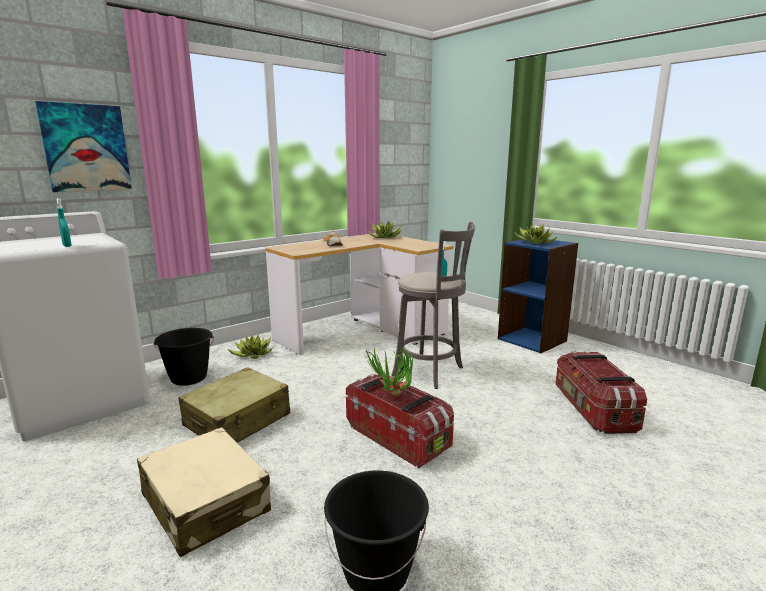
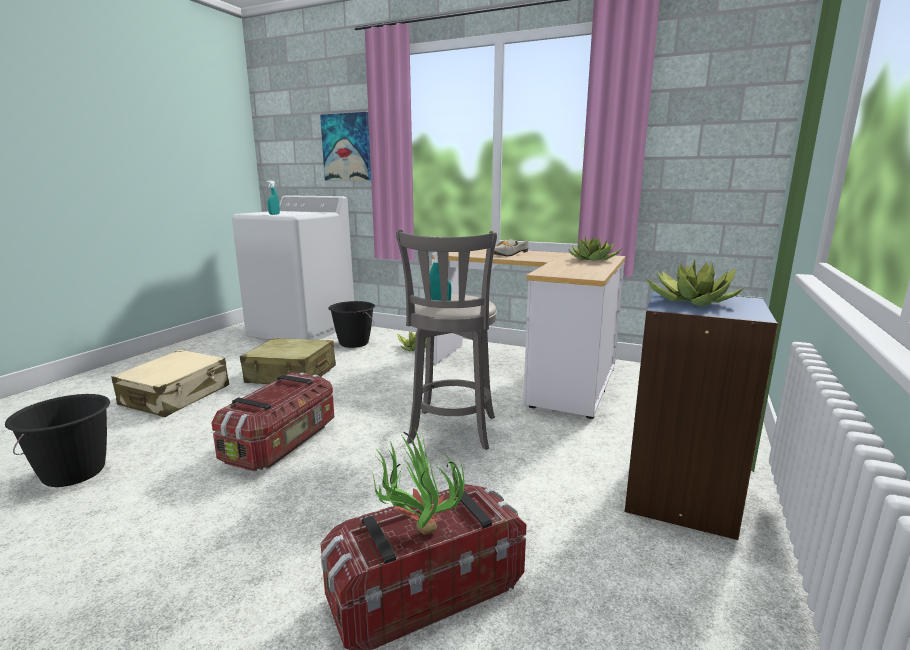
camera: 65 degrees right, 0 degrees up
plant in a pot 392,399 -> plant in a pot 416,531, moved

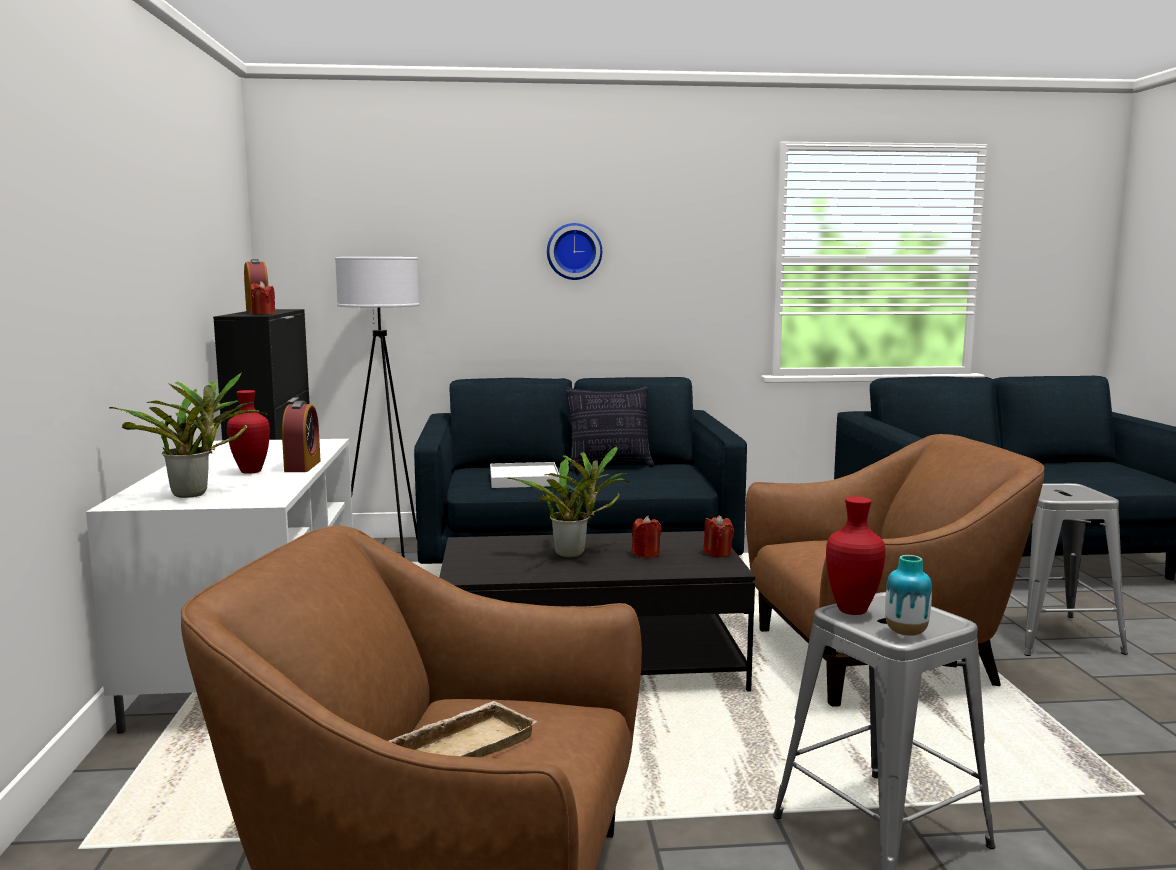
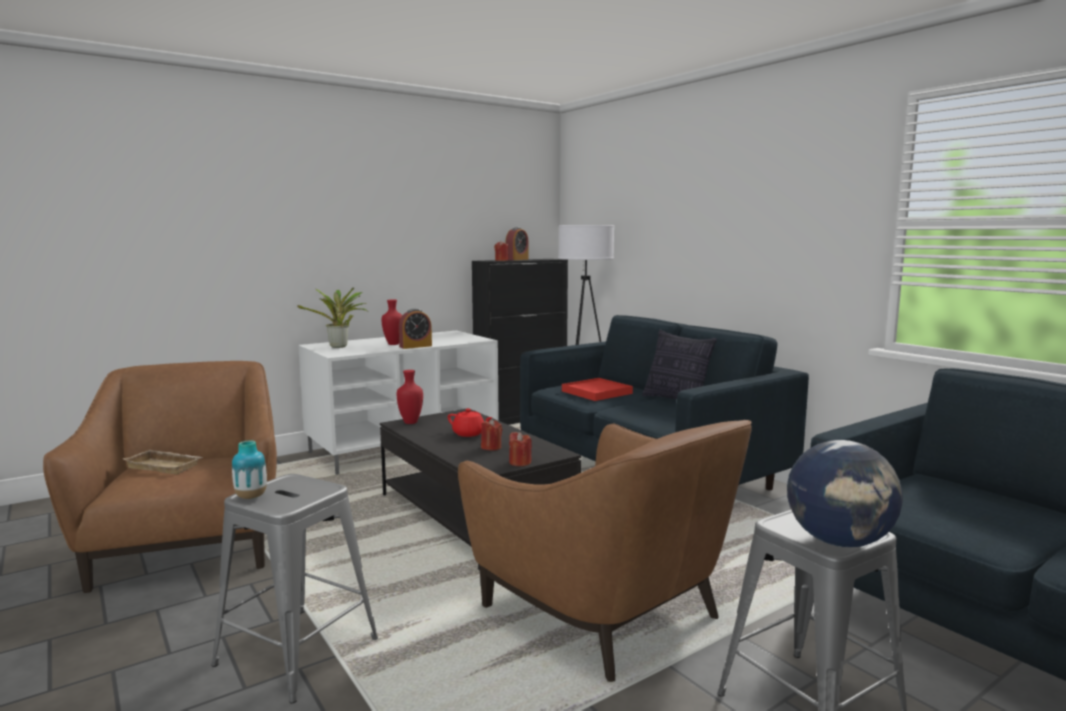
camera: 60 degrees right, 0 degrees up
wall clock 574,251 -> none
plant in a pot 574,554 -> red teapot 469,434
white serving tray 524,479 -> red serving tray 597,392
red vase 850,611 -> red vase 410,422, moved
none -> desk globe 839,542

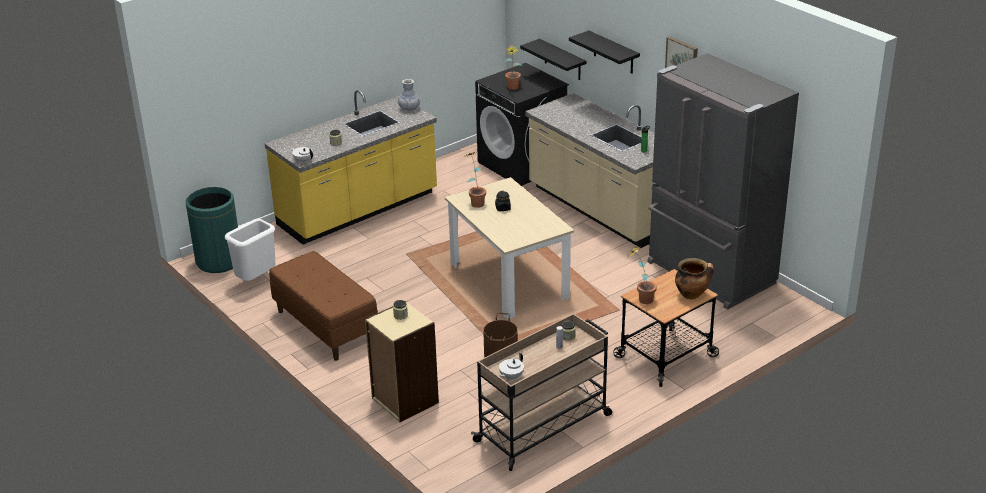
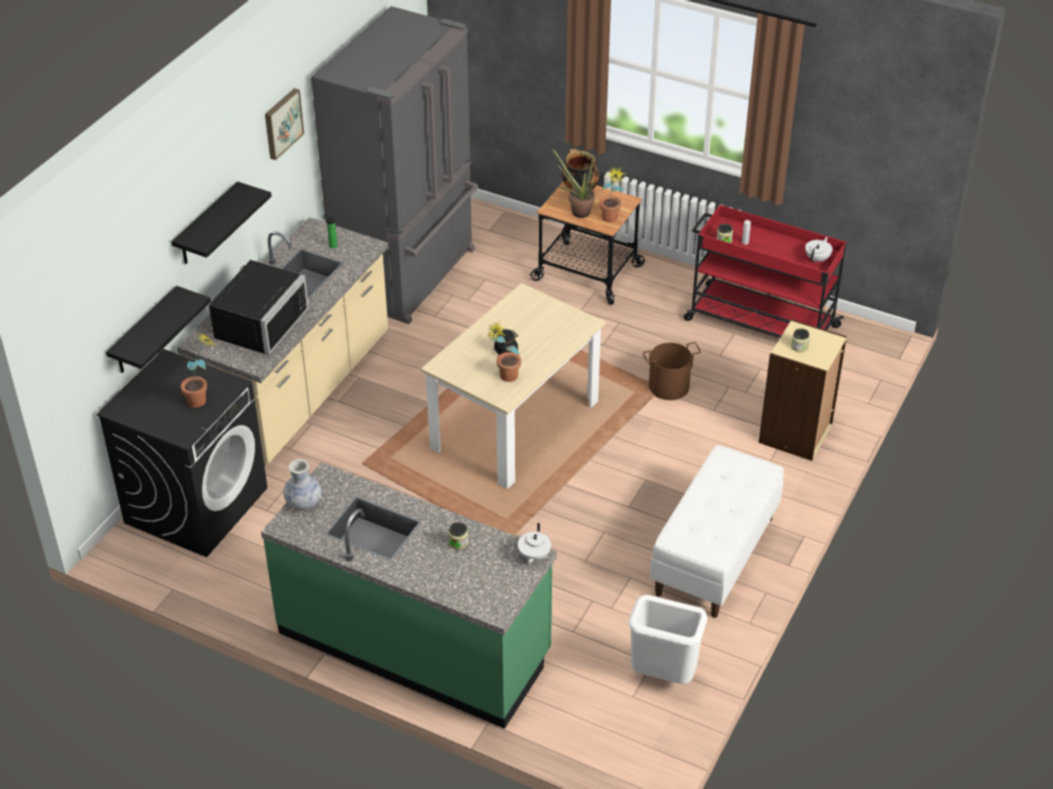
camera: 115 degrees left, 10 degrees up
yellowish counter 358,210 -> greenish counter 415,643
greenish waste bin 219,261 -> none
brown indoor bench 325,326 -> white indoor bench 715,556
beige trolley 544,427 -> red trolley 759,323
white teapot 511,377 -> white teapot 817,259, 75 degrees counterclockwise
none -> plant in a pot 577,211
none -> black microwave 256,323

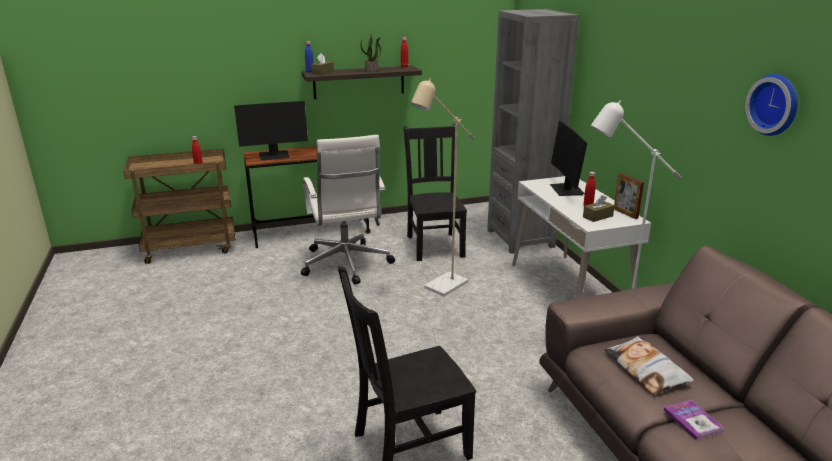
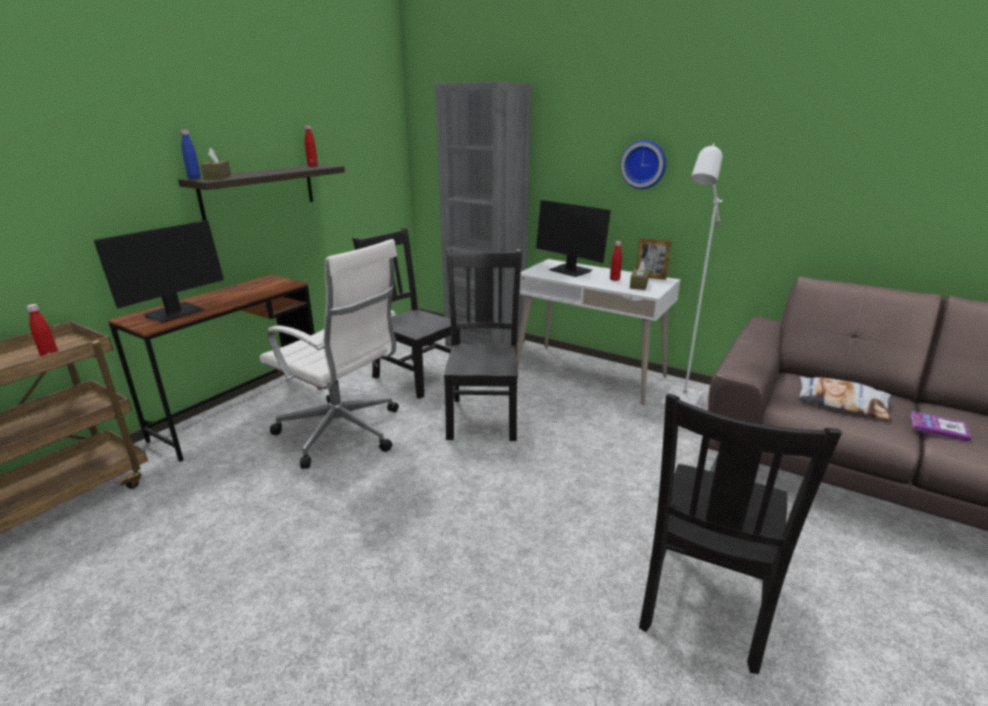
camera: 40 degrees left, 0 degrees up
plant in a pot 371,70 -> none
wall clock 775,104 -> wall clock 644,164, moved
beige standing lamp 441,288 -> black chair 483,416

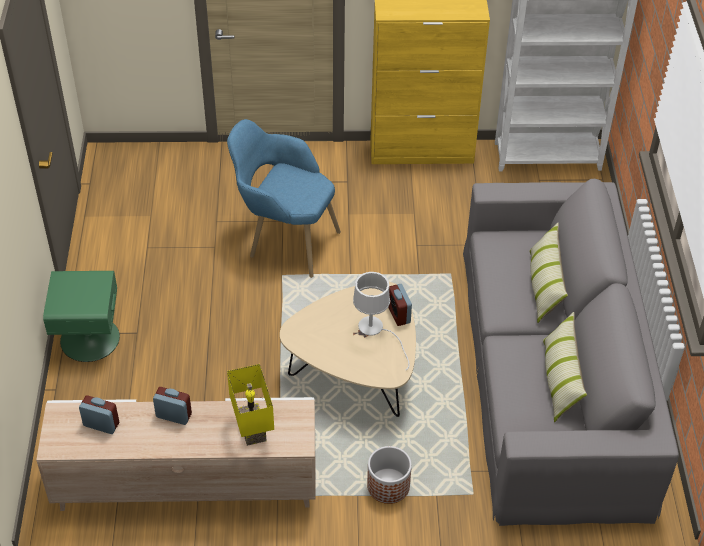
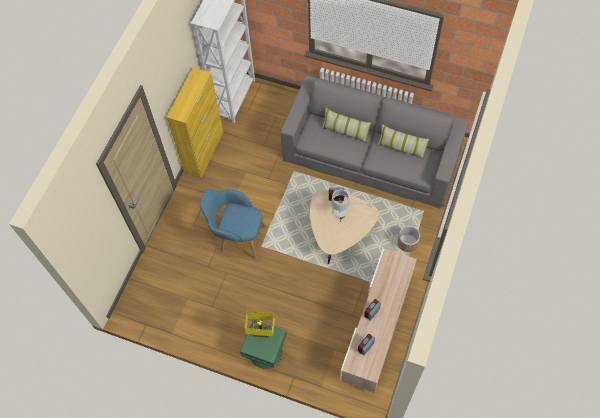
camera: 65 degrees left, 15 degrees up
blue easy chair 284,241 -> blue easy chair 237,238, 60 degrees clockwise
yellowish lamp for a table 251,430 -> yellowish lamp for a table 261,333, moved

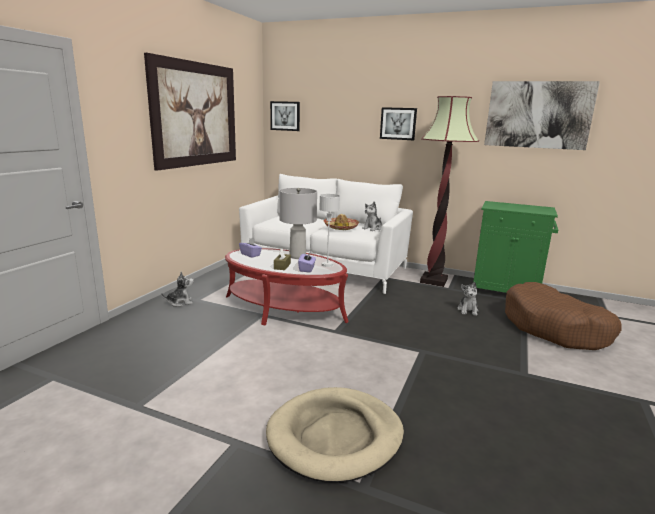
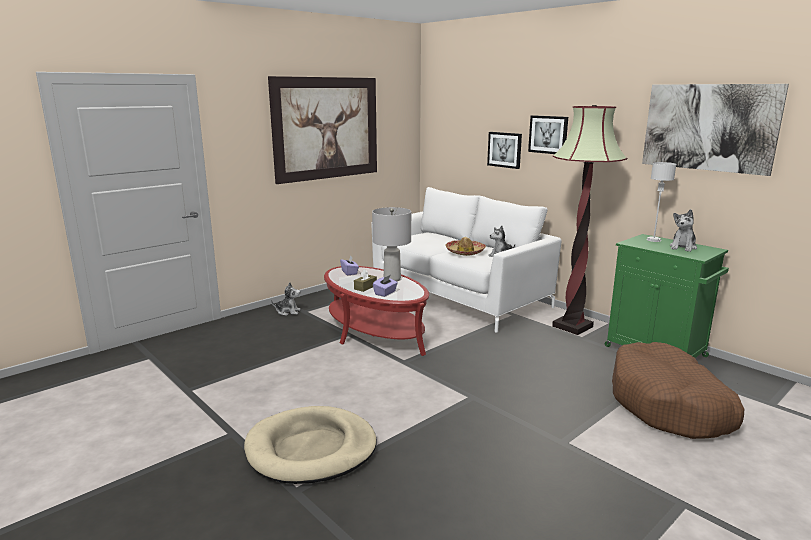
camera: 25 degrees right, 0 degrees up
picture 285,116 -> picture 505,149, moved
grey lamp for a table 327,265 -> grey lamp for a table 653,240, moved
plush toy 468,310 -> plush toy 683,247, moved

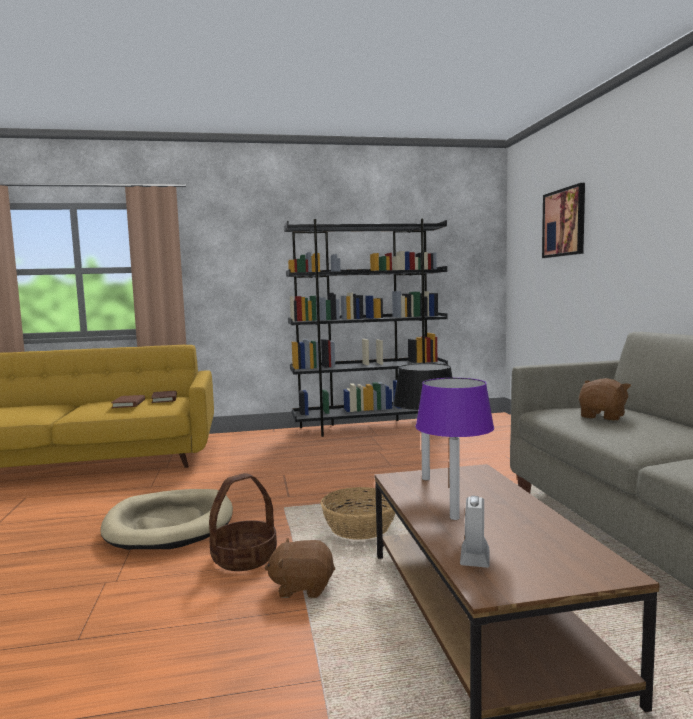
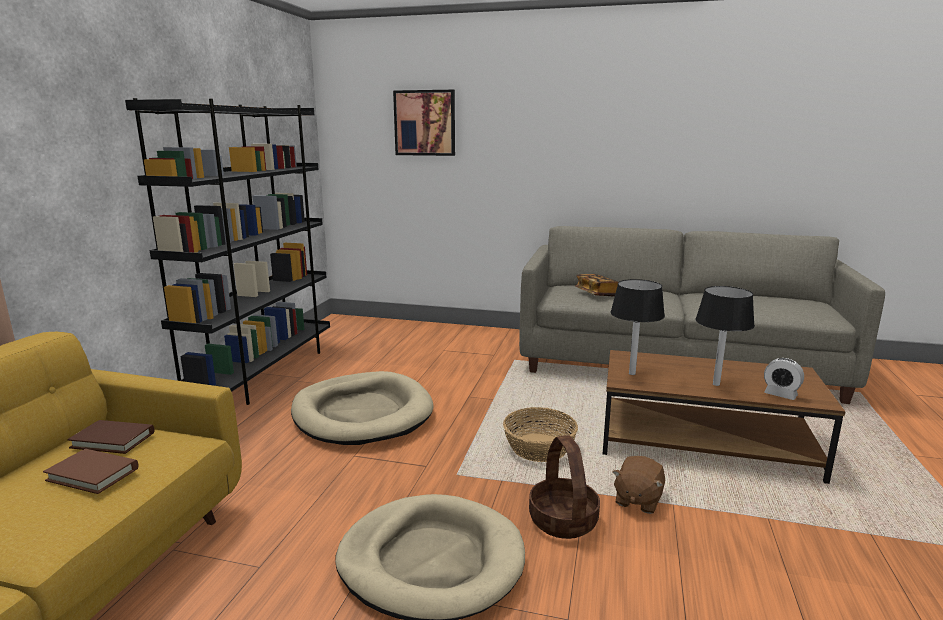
camera: 65 degrees left, 10 degrees up
purplish lamp for a table 454,518 -> black lamp for a table 716,384
brown plush toy 603,416 -> volume 596,294
none -> beige dog cushion 362,413

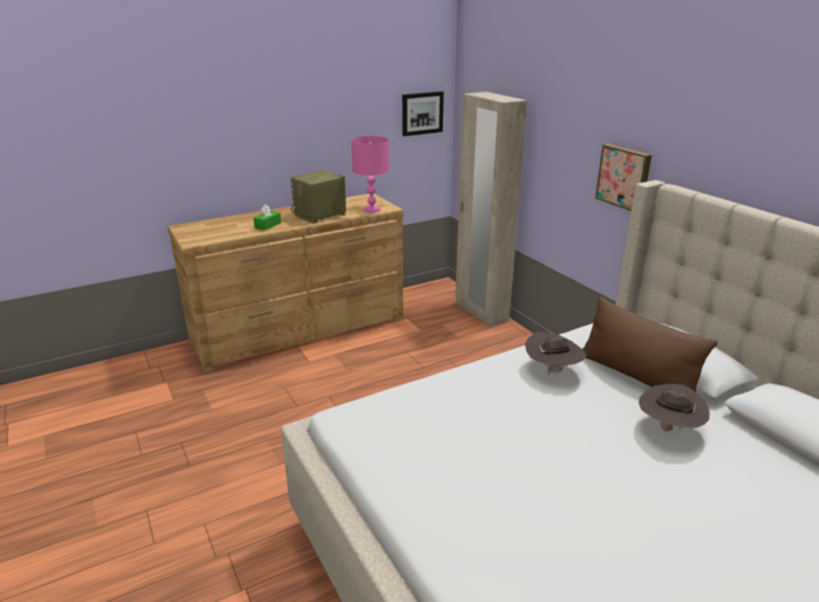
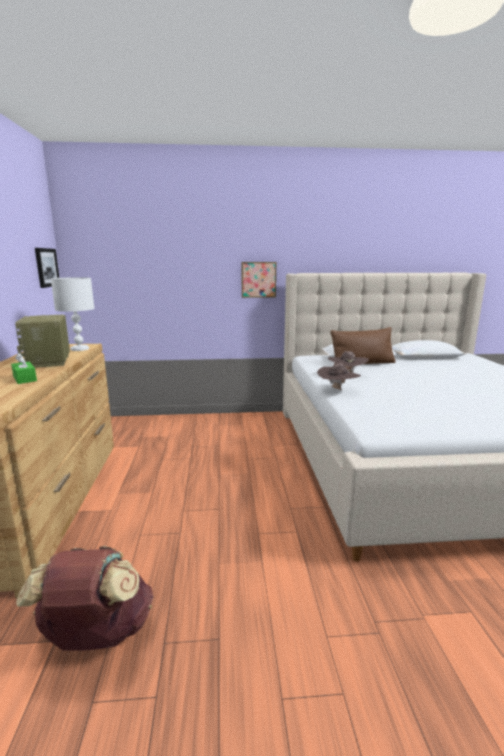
camera: 65 degrees left, 10 degrees down
beige armoire 481,312 -> none
pink lamp for a table 372,210 -> white lamp for a table 80,349
brown clothing hat 668,428 -> brown clothing hat 337,390, moved
none -> brown rucksack 97,636

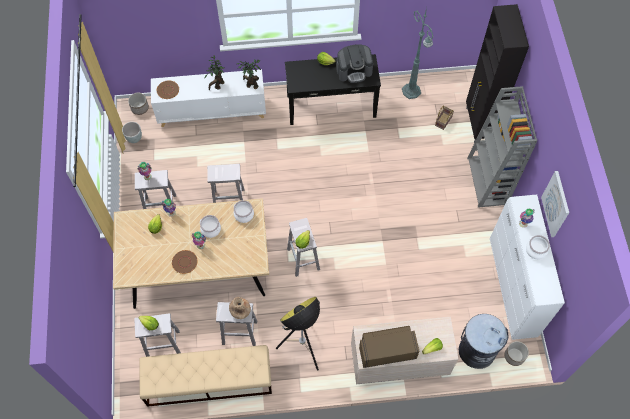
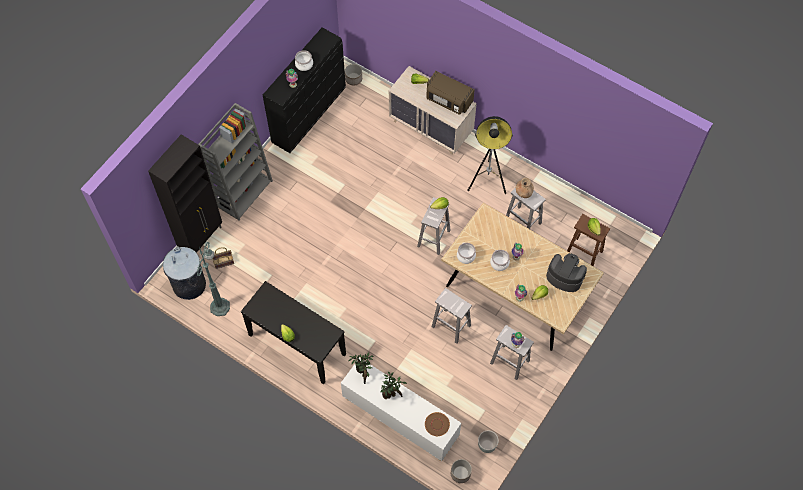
camera: 140 degrees left, 0 degrees up
coffee brewer 354,70 -> coffee brewer 564,277, moved
picture 556,204 -> none
white chest of drawers 511,288 -> black chest of drawers 310,115
brown dinner plate 184,262 -> none
white sitting stool 162,345 -> brown sitting stool 584,253
grey waste bin 476,350 -> grey waste bin 189,285, moved
beige indoor bench 208,381 -> none

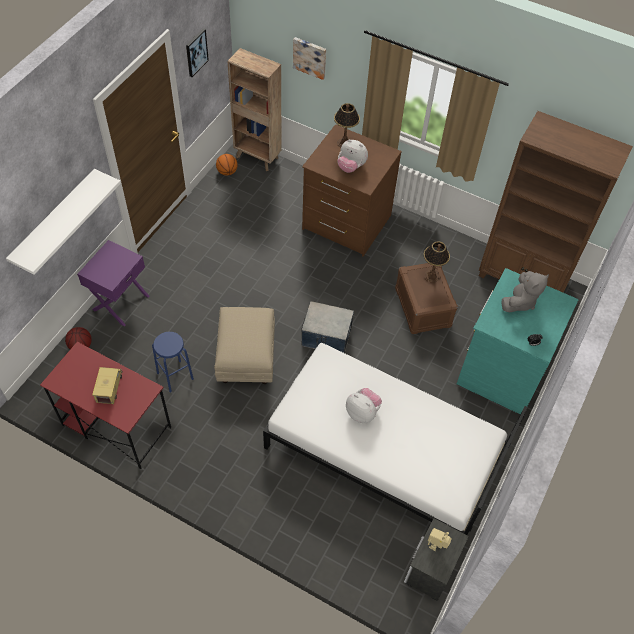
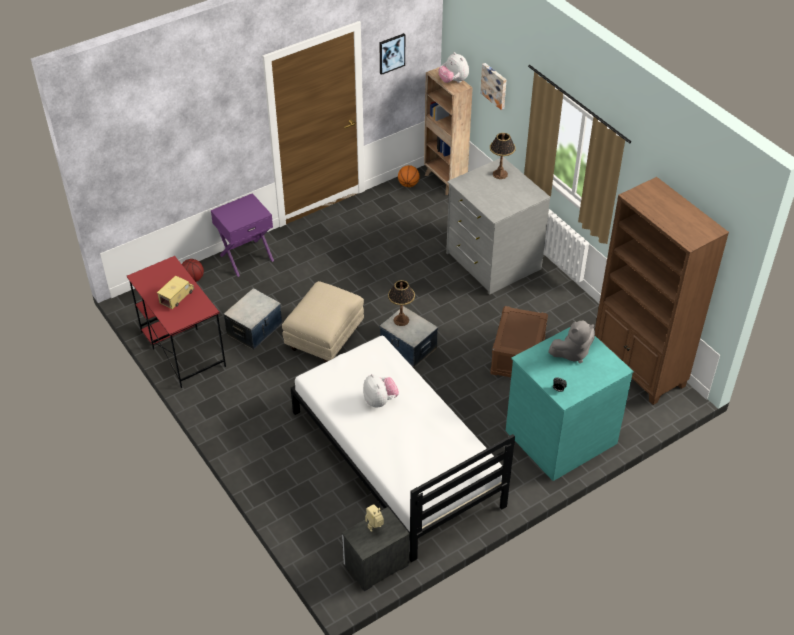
camera: 30 degrees right, 10 degrees down
brown chest of drawers 346,223 -> grey chest of drawers 492,261
plush toy 351,167 -> plush toy 453,81, moved
white wall shelf 55,220 -> none
lamp for a table 431,276 -> lamp for a table 401,320, moved
blue sitting stool 175,376 -> storage box 255,329

